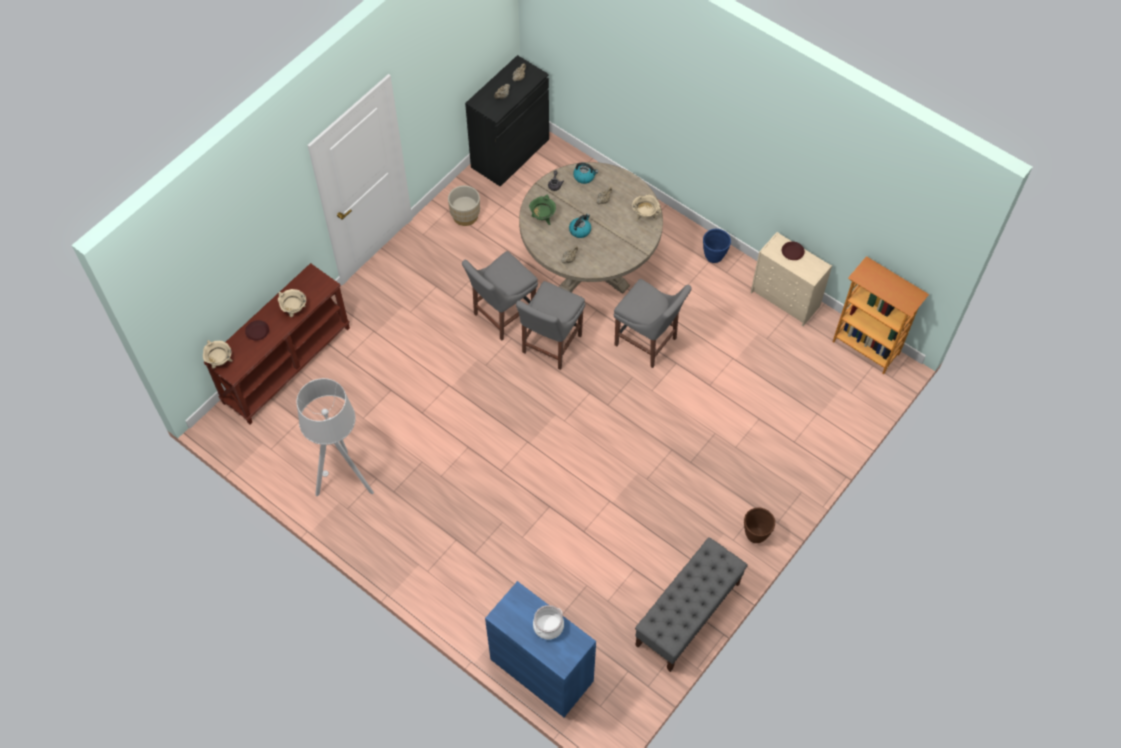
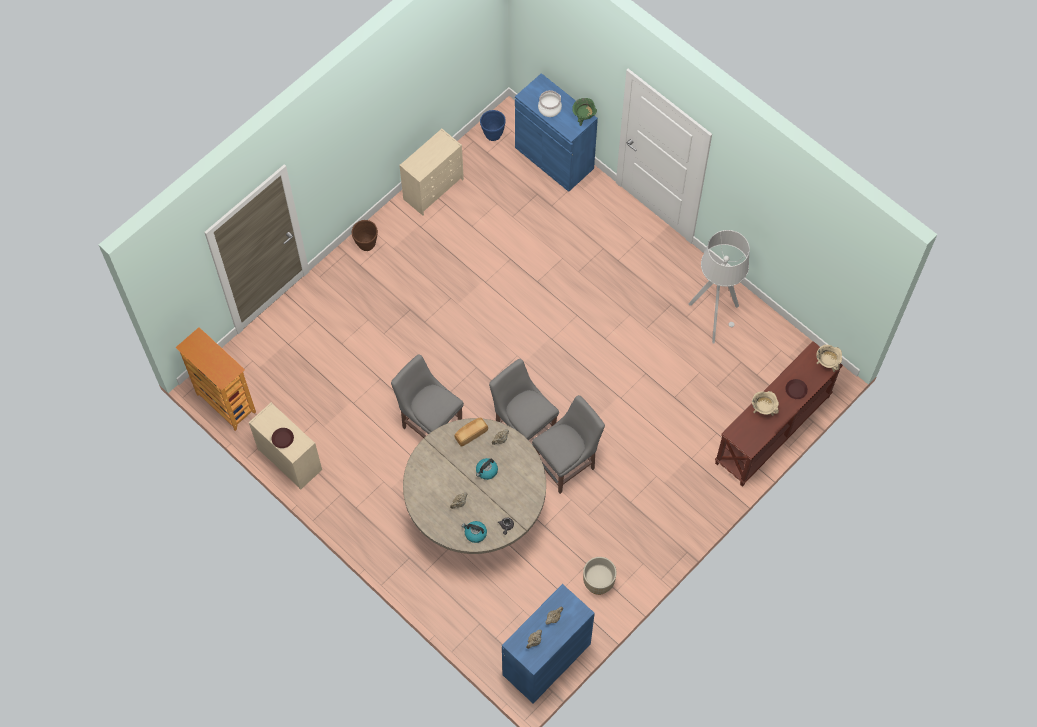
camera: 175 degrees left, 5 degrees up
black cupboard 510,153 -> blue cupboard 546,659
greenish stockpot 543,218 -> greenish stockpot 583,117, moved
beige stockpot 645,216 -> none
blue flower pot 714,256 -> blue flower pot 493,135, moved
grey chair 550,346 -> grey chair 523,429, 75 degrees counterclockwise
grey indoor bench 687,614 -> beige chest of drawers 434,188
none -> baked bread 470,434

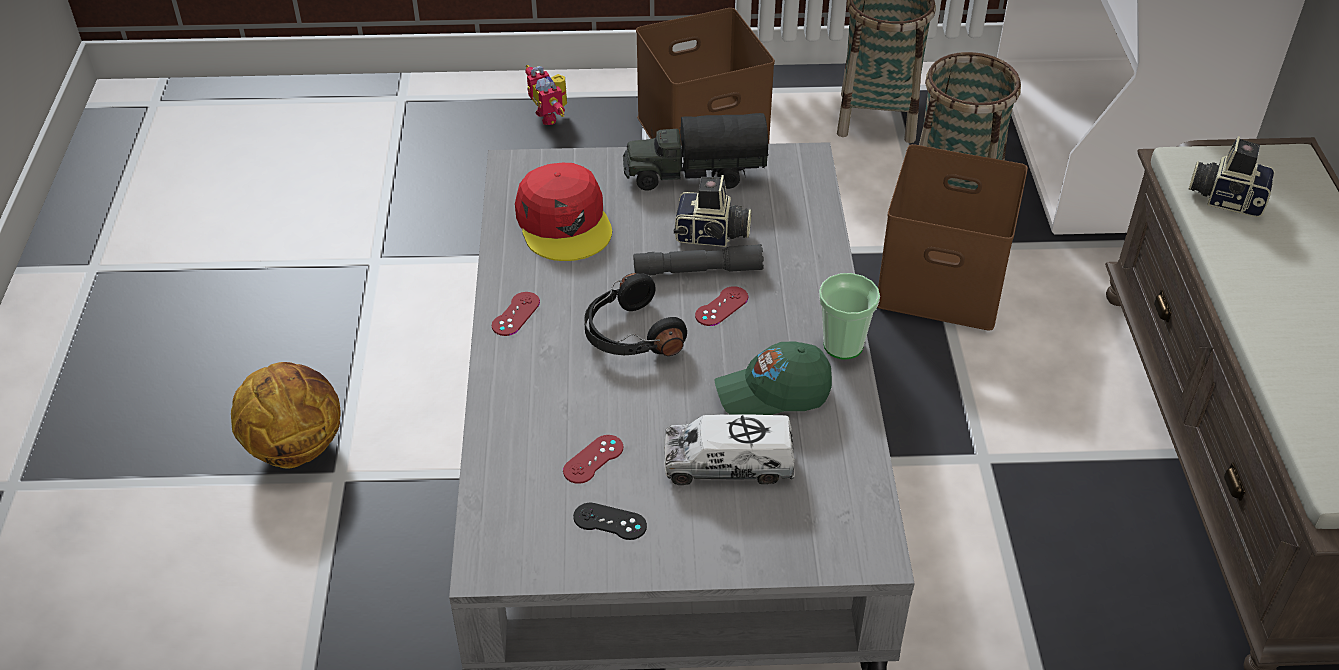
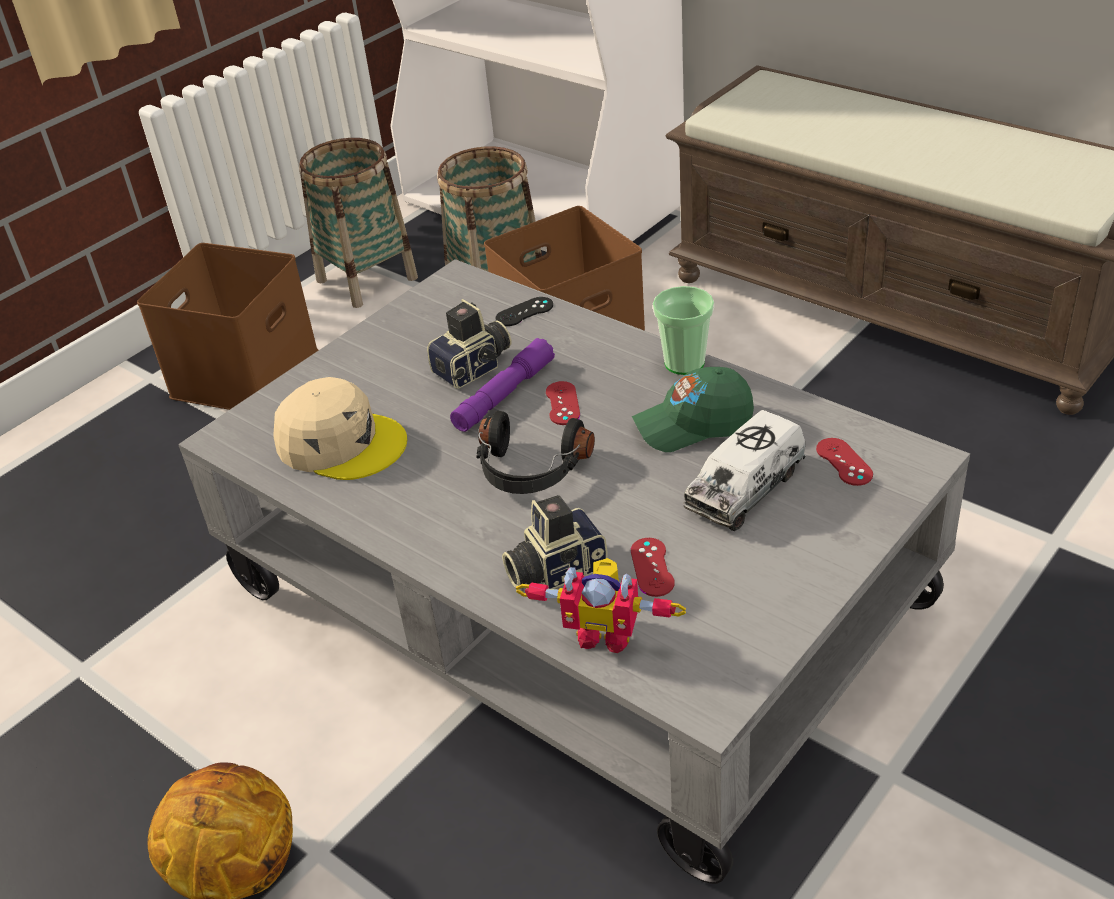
camera: 45 degrees left, 5 degrees down
toy robot 551,115 -> toy robot 605,633, moved
toy lorry 694,174 -> none
still camera 1226,198 -> still camera 554,568, moved
red cap 564,222 -> beige cap 341,442
grey hand torch 698,270 -> purplish hand torch 504,395
red joypad 516,314 -> red joypad 844,462, moved
greenish cap 772,393 -> greenish cap 693,425, 45 degrees clockwise
black joypad 610,521 -> black joypad 524,312, moved

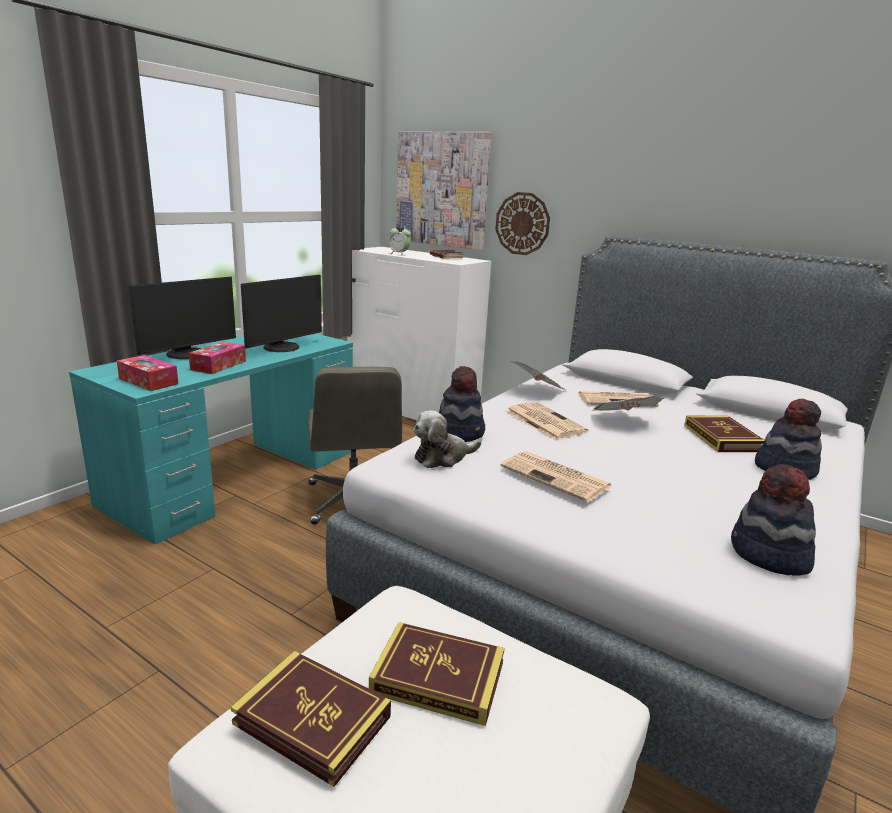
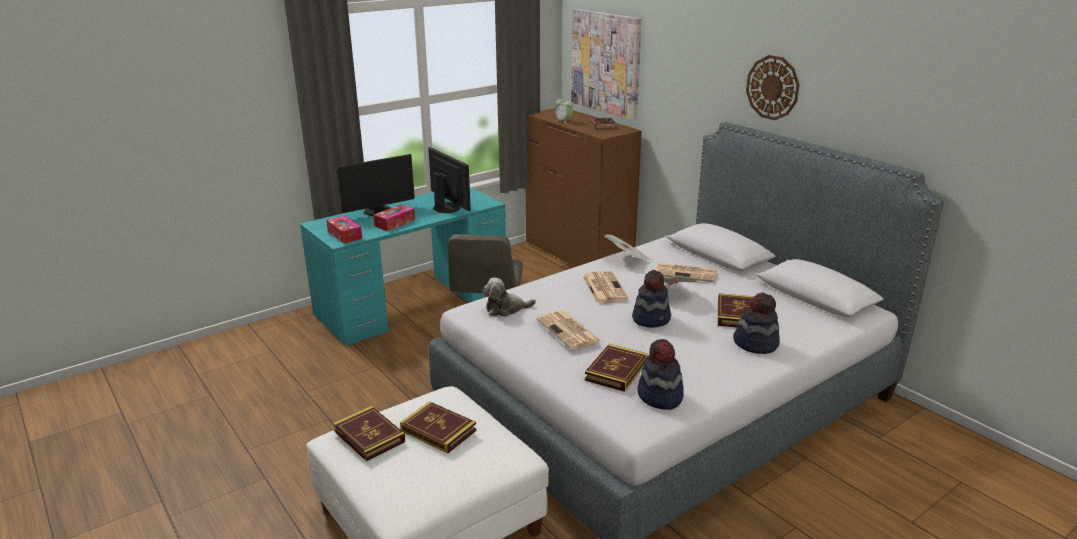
camera: 20 degrees right, 5 degrees up
wall clock 522,224 -> wall clock 772,87, moved
white chest of drawers 411,409 -> brown chest of drawers 578,255
computer screen 283,348 -> computer screen 448,208, 90 degrees counterclockwise
clothing hat 460,433 -> clothing hat 651,319, moved
none -> volume 616,371

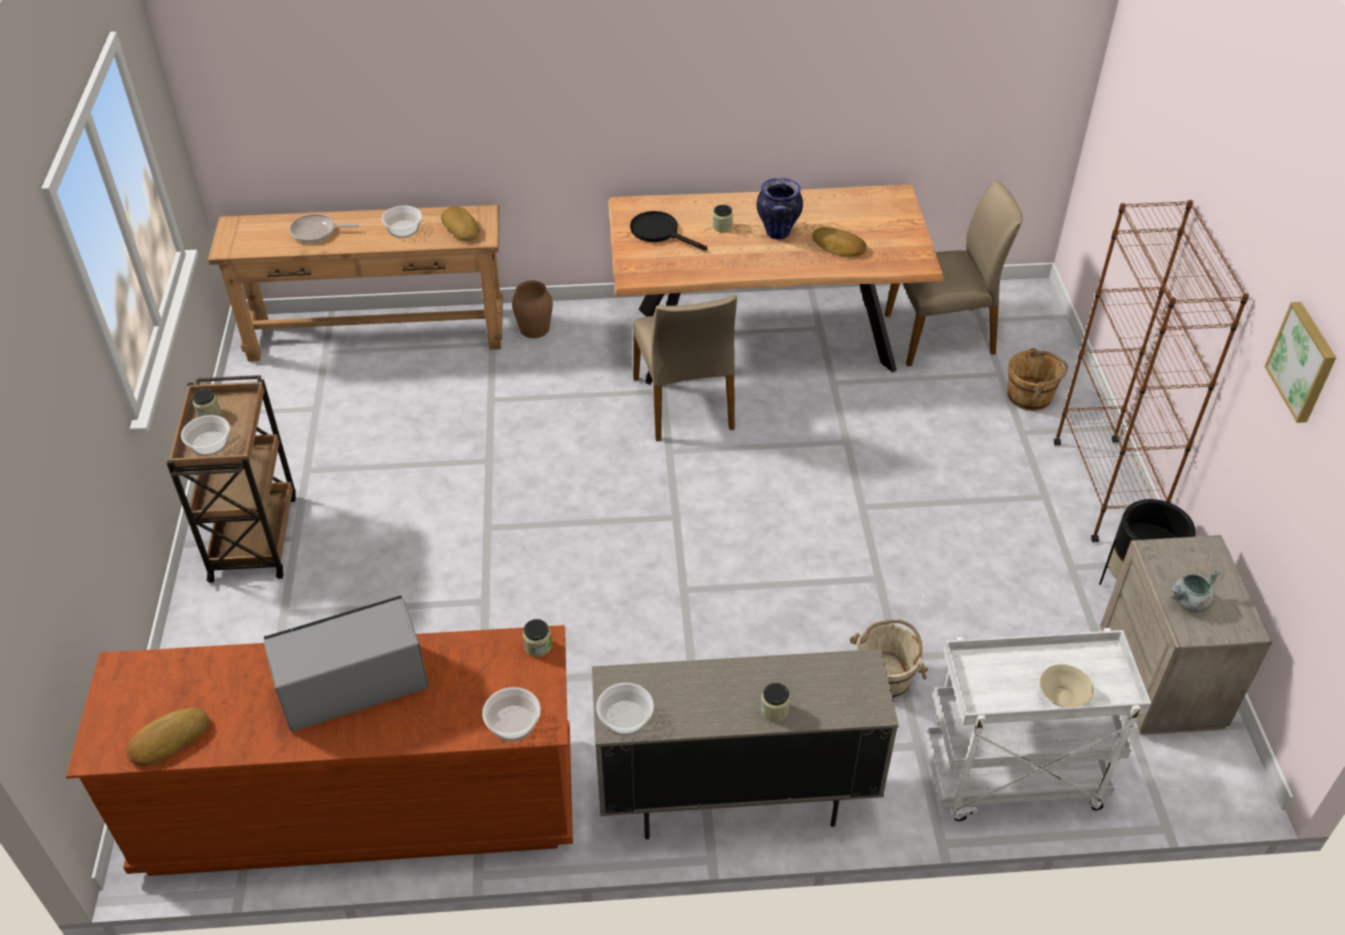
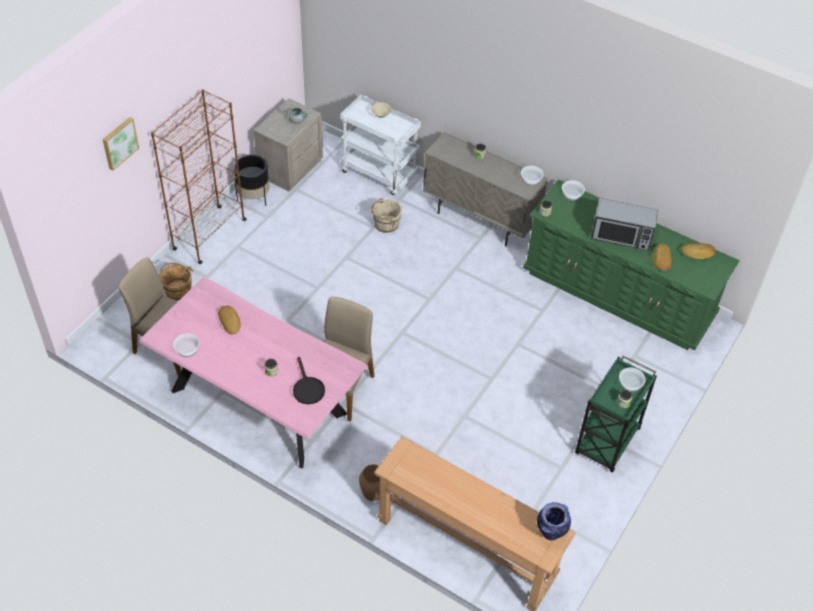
camera: 145 degrees left, 5 degrees up
vase 777,232 -> vase 550,533, moved
brown kitchen table 764,338 -> pink kitchen table 258,402
serving bowl 403,228 -> serving bowl 187,349, moved
baked bread 462,227 -> baked bread 661,259, moved
frying pan 316,232 -> none
picture 1304,362 -> picture 119,143, moved
brown trolley 254,536 -> greenish trolley 607,442
brown chest of drawers 360,804 -> greenish chest of drawers 618,293

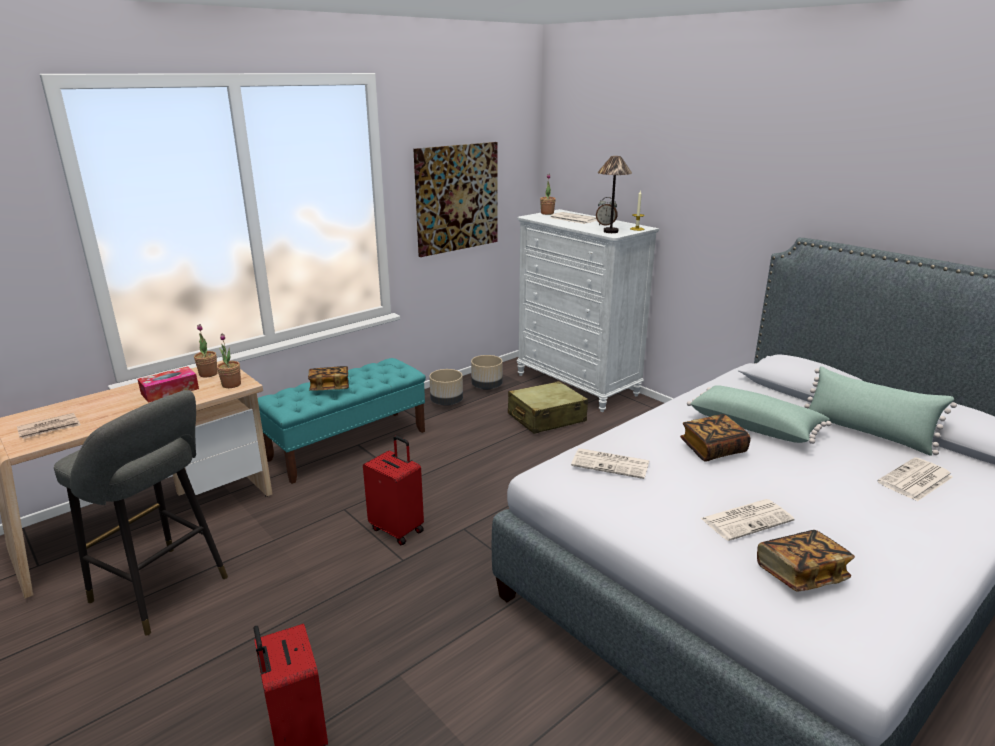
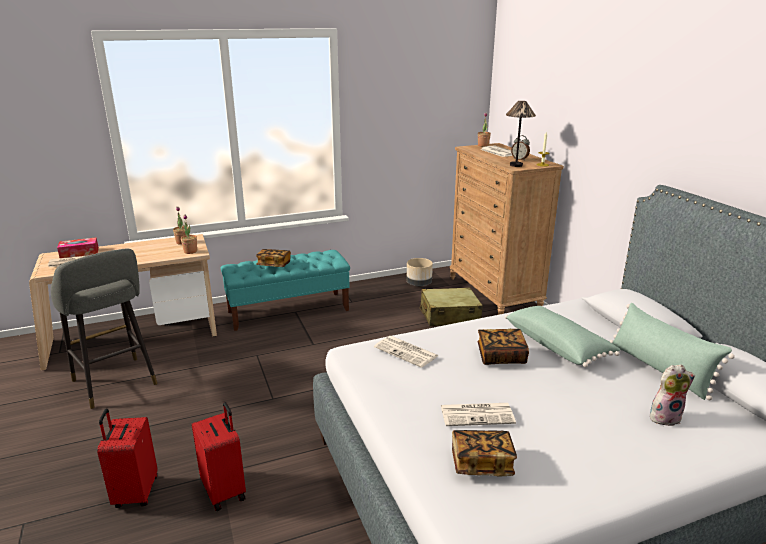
camera: 20 degrees right, 0 degrees up
picture 457,198 -> none
white chest of drawers 577,385 -> brown chest of drawers 494,293
tissue holder 170,391 -> tissue holder 79,253, moved
beige flower pot 446,402 -> none
red suitcase 398,529 -> red suitcase 225,491, moved
newspaper 915,480 -> plush toy 665,417

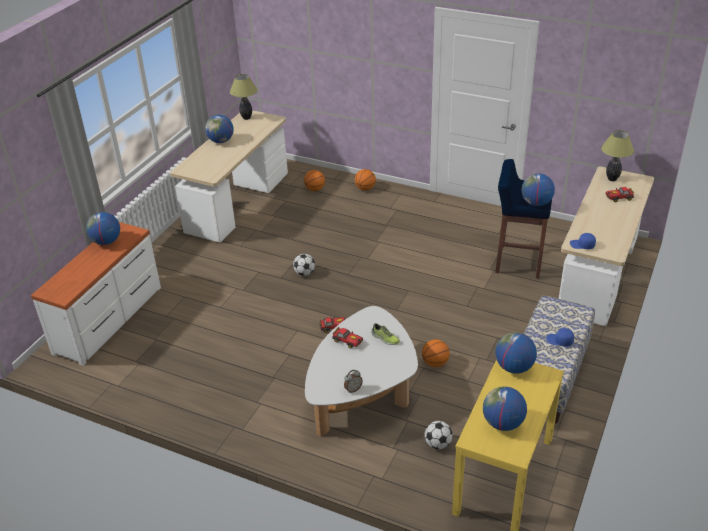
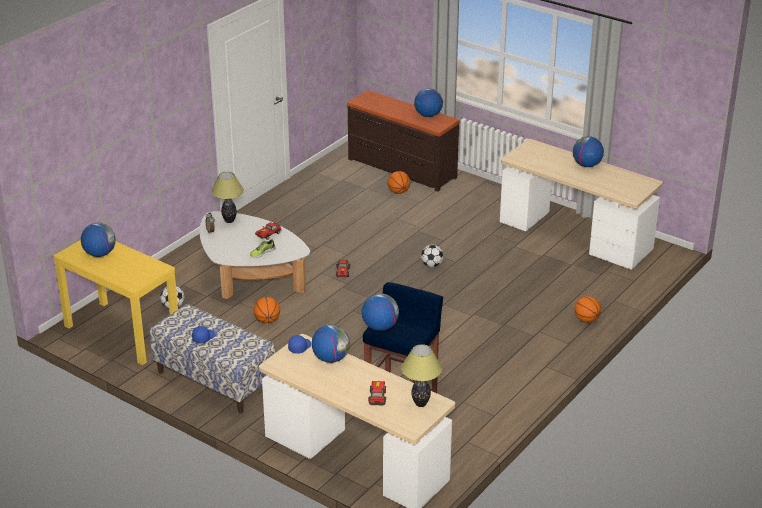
camera: 100 degrees right, 5 degrees down
lamp for a table 247,118 -> lamp for a table 229,221, moved
basketball ball 315,189 -> basketball ball 398,192, moved
white chest of drawers 109,320 -> brown chest of drawers 401,169
desk globe 514,367 -> desk globe 331,358, moved

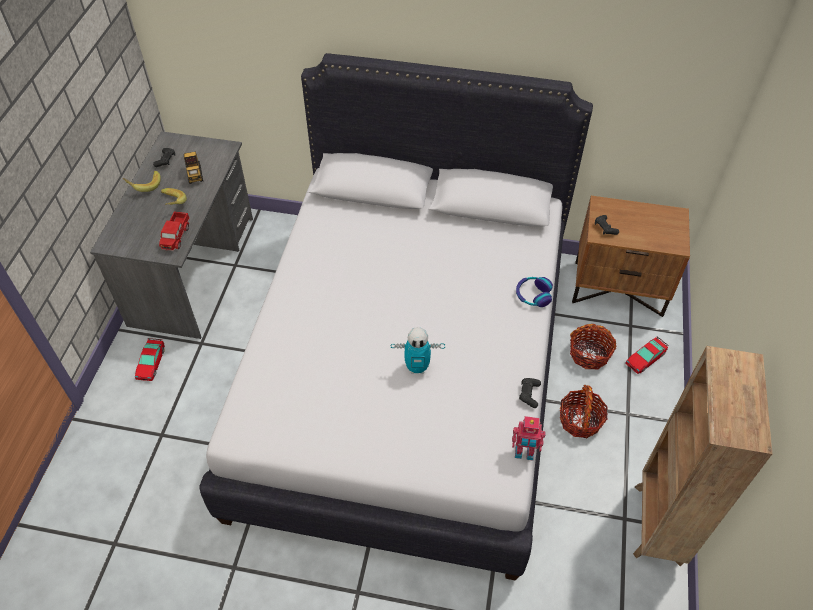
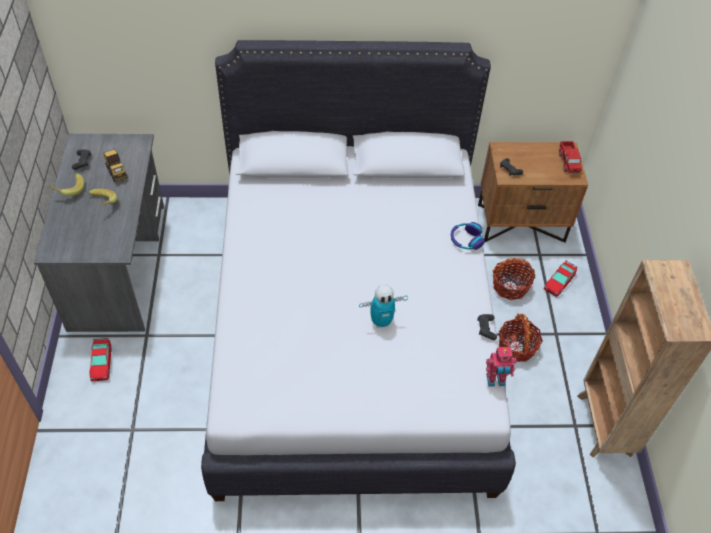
camera: 15 degrees left, 0 degrees up
toy lorry 176,236 -> toy lorry 568,162, moved

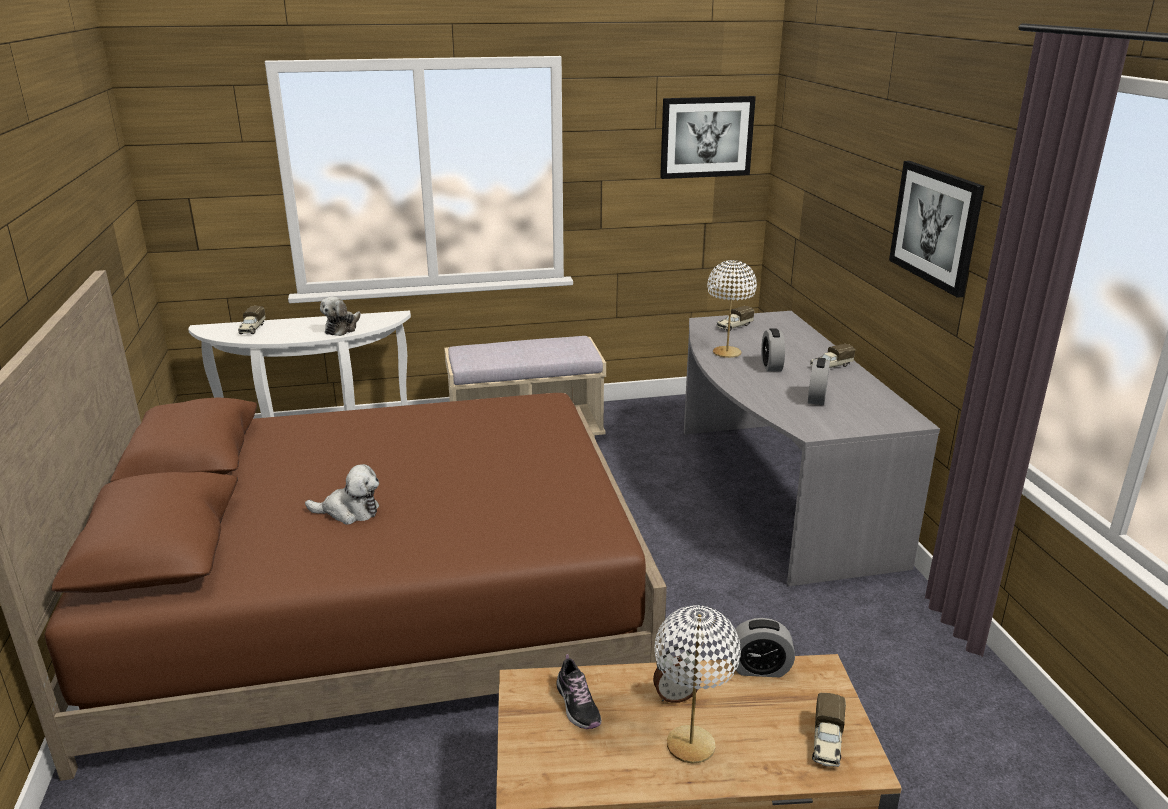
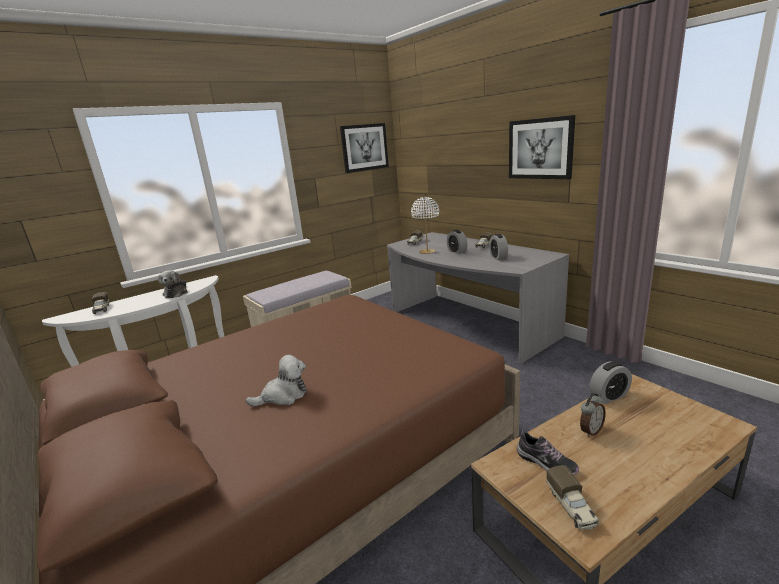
camera: 25 degrees left, 5 degrees down
white lamp for a table 691,745 -> none
toy lorry 827,742 -> toy lorry 571,507, moved

